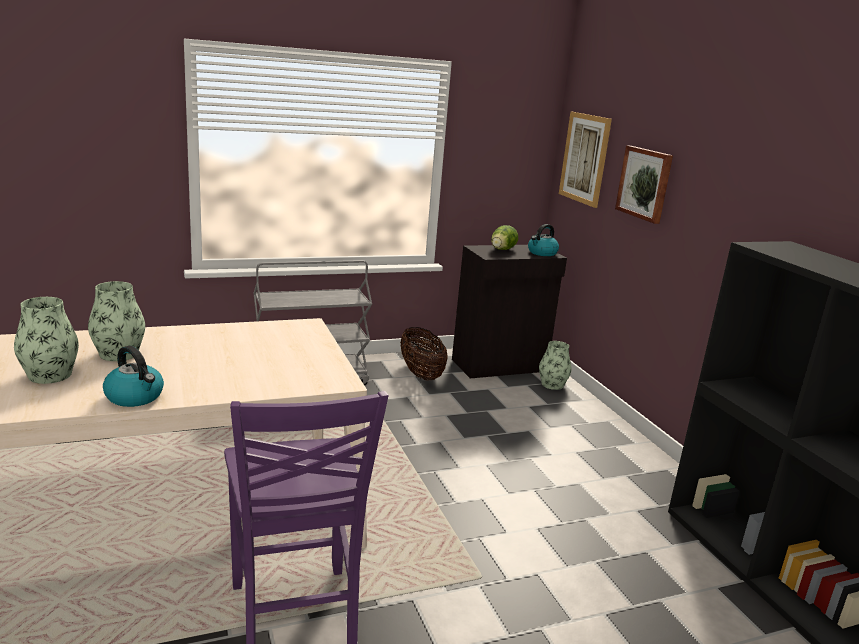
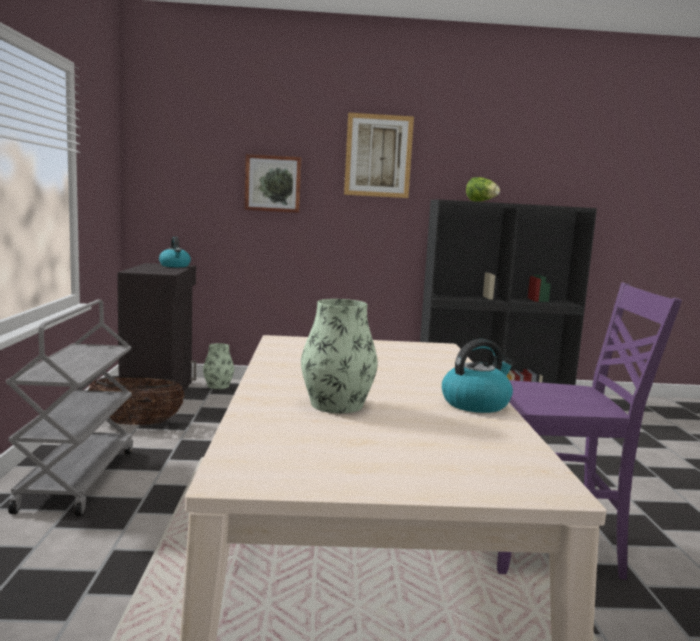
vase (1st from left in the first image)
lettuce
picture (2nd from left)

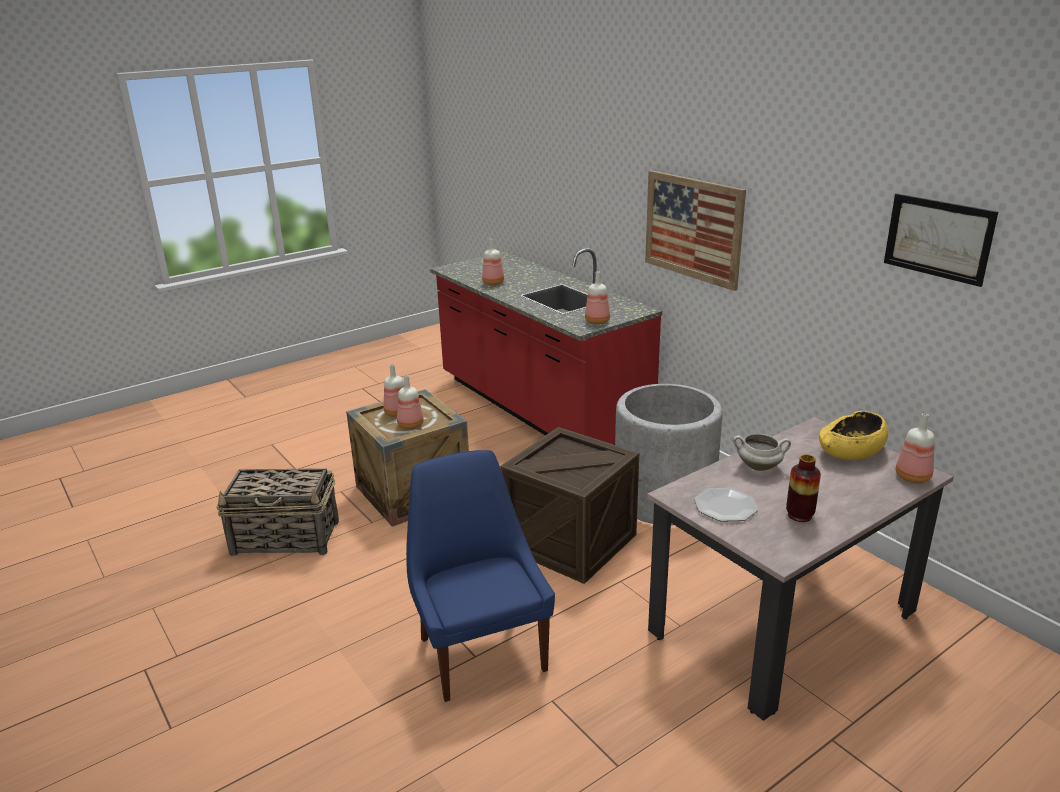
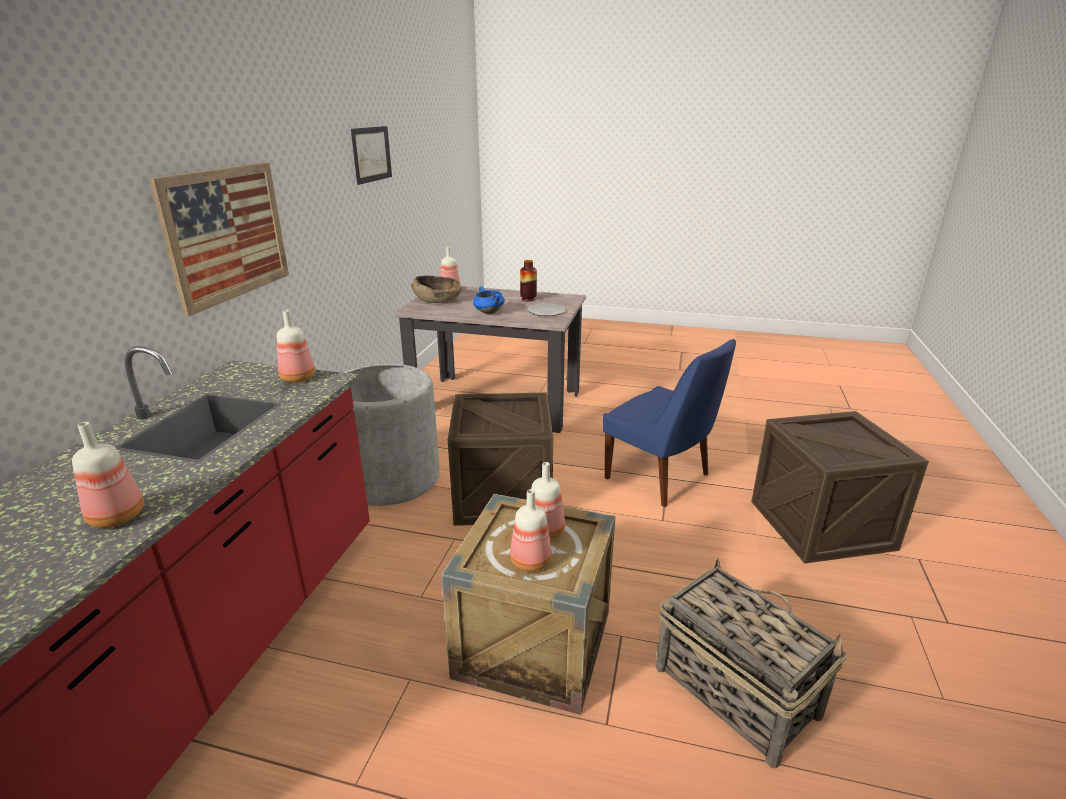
chair in blue
cooking pot in blue
bowl in brown
crate (3rd from left)

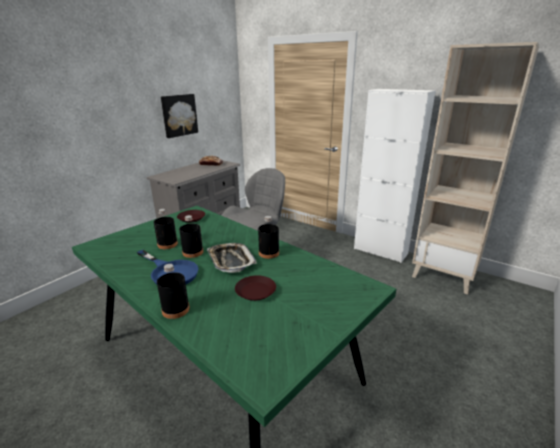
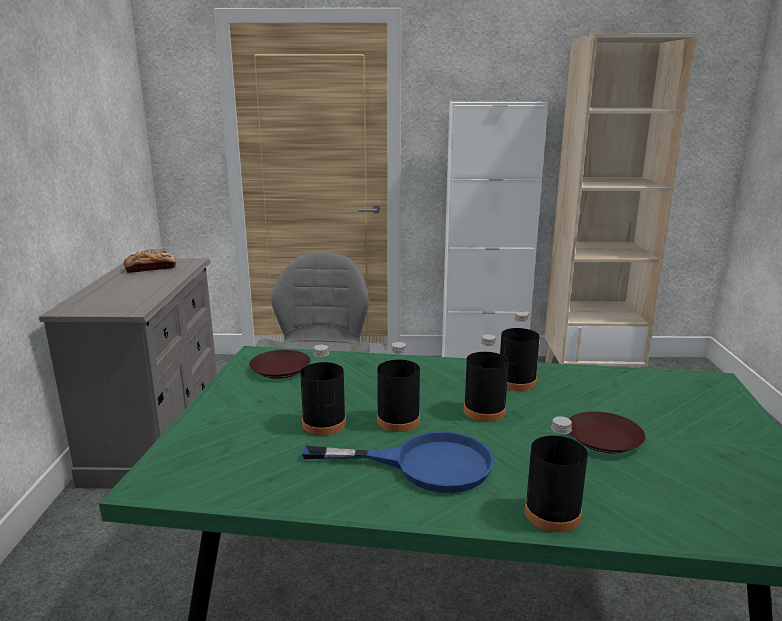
picture
bottle in black (3rd from left)

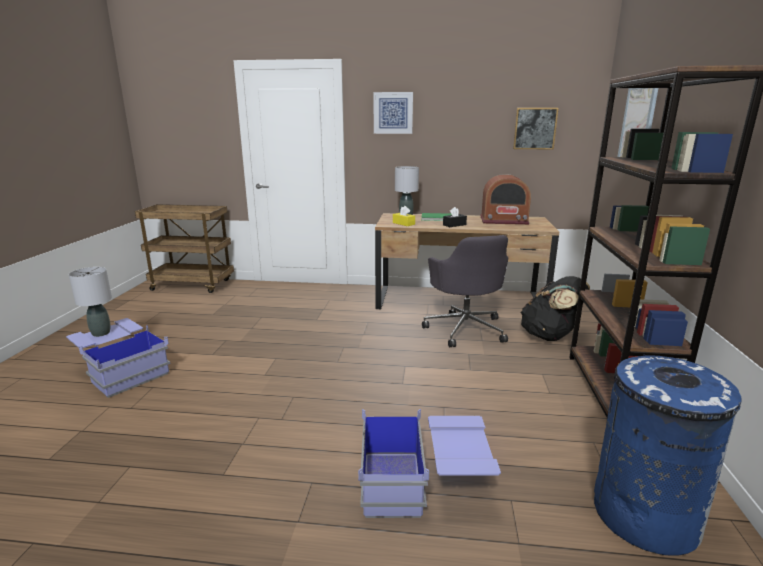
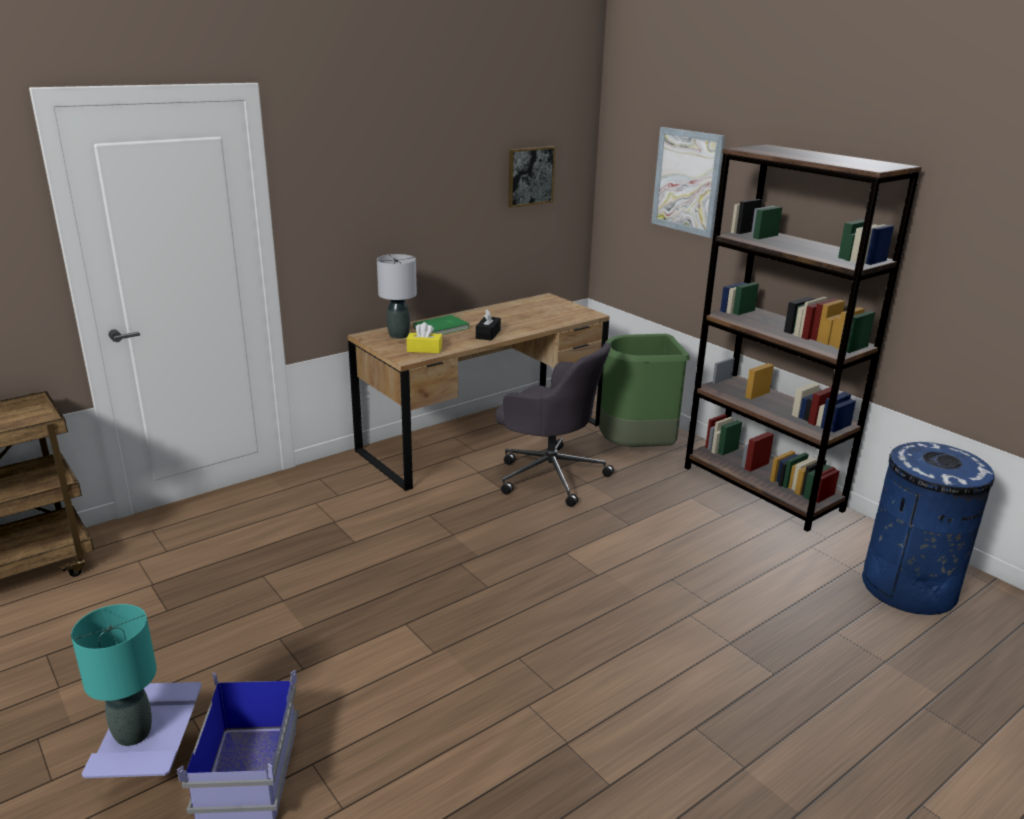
table lamp in turquoise
storage box in blue (2nd from left in the first image)
picture (1st from left in the first image)
radio
trash can in green

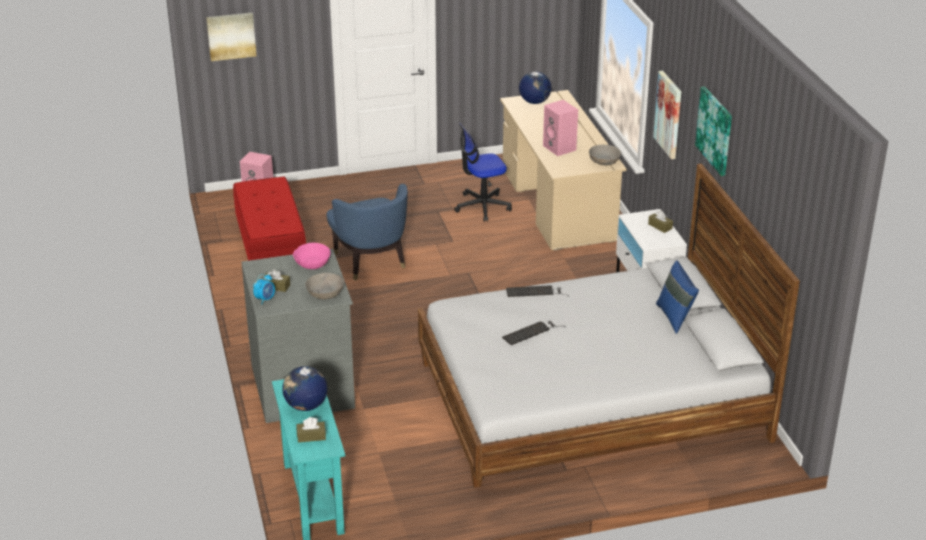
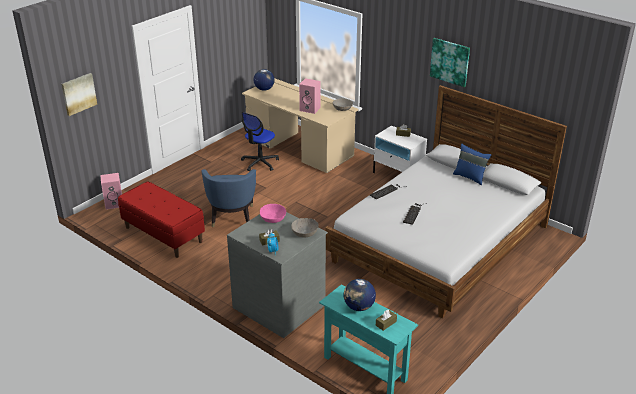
armchair in blue
picture (2nd from left in the first image)

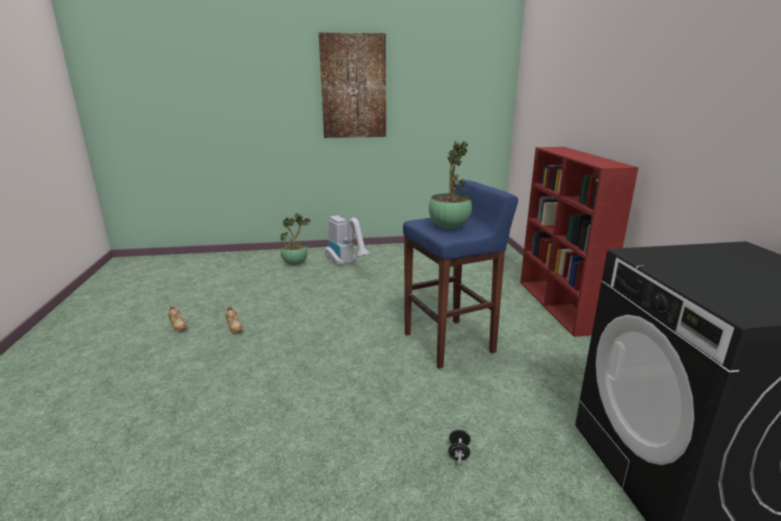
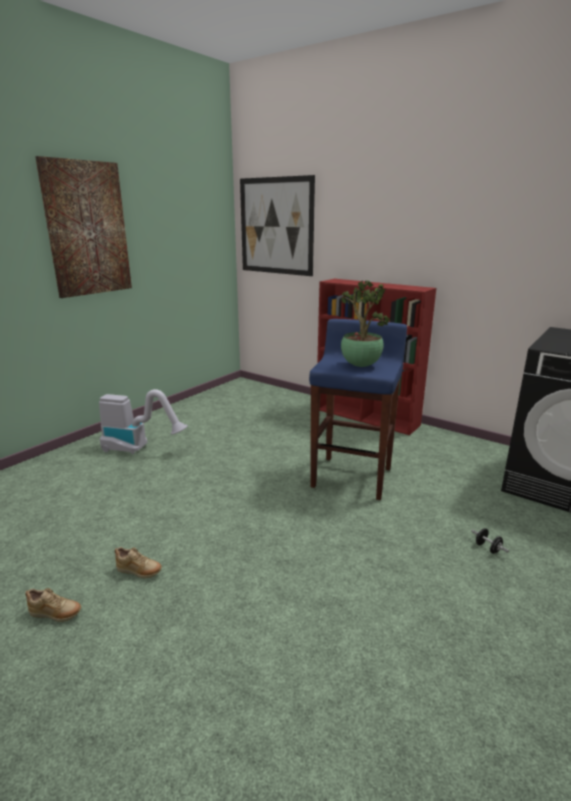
potted plant (1st from left in the first image)
picture (2nd from left)

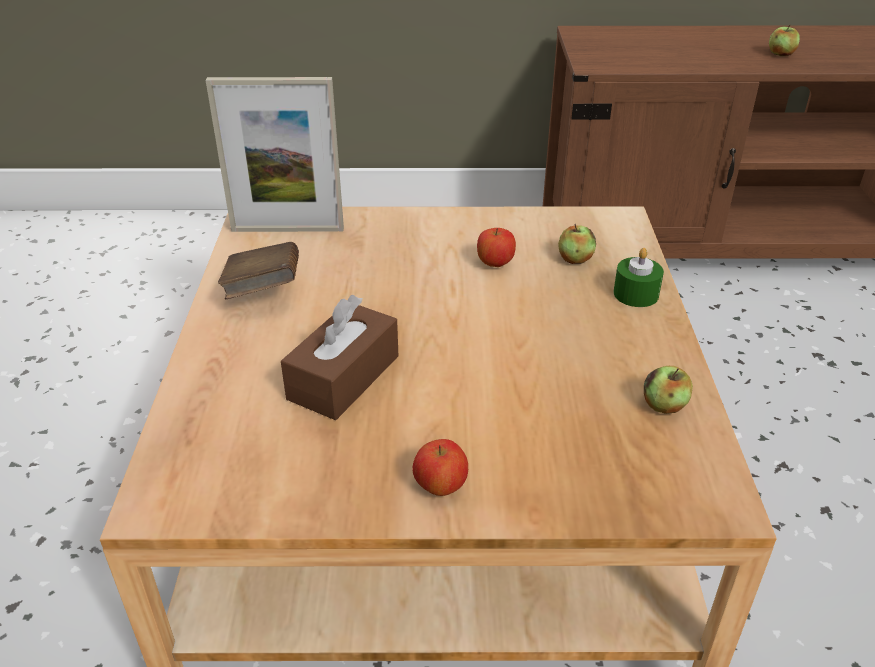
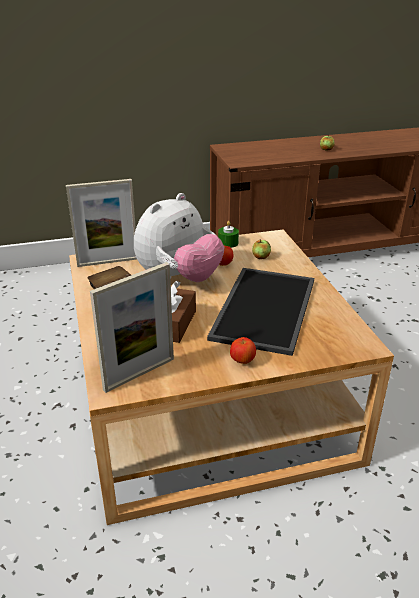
candle in green
apple (4th from left in the first image)
picture frame (2nd from left)
plush toy
tray

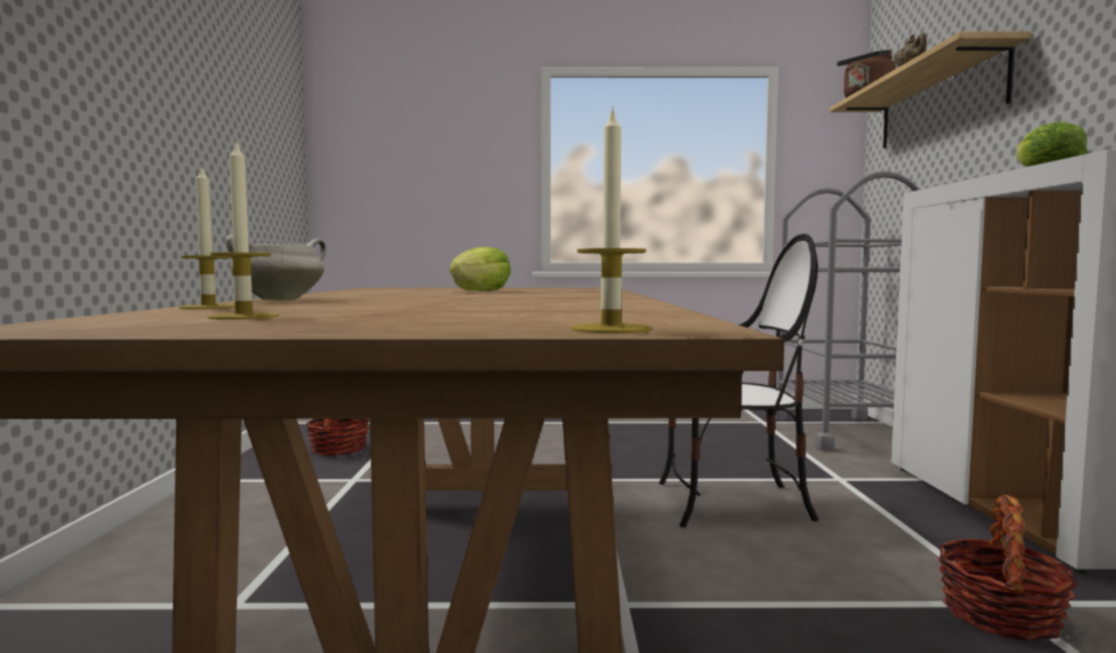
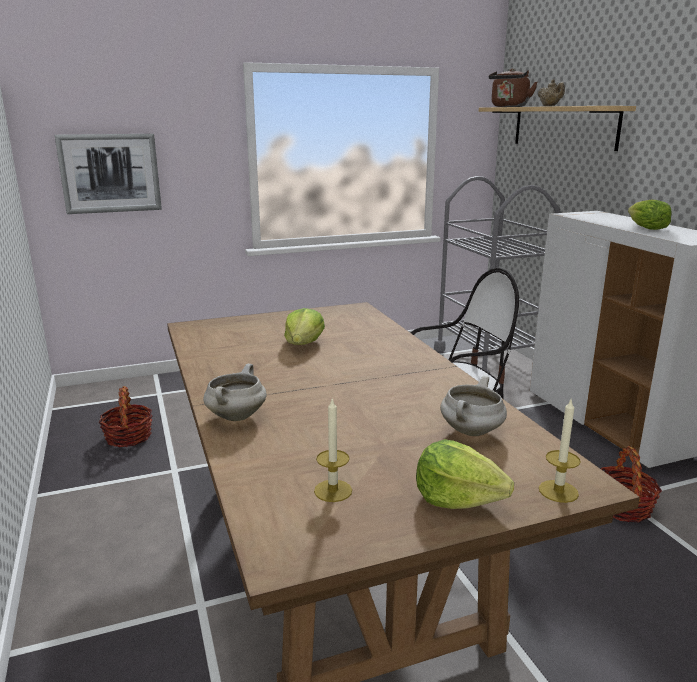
candle (1st from left in the first image)
picture
lettuce (2nd from left)
cooking pot in white (2nd from left)

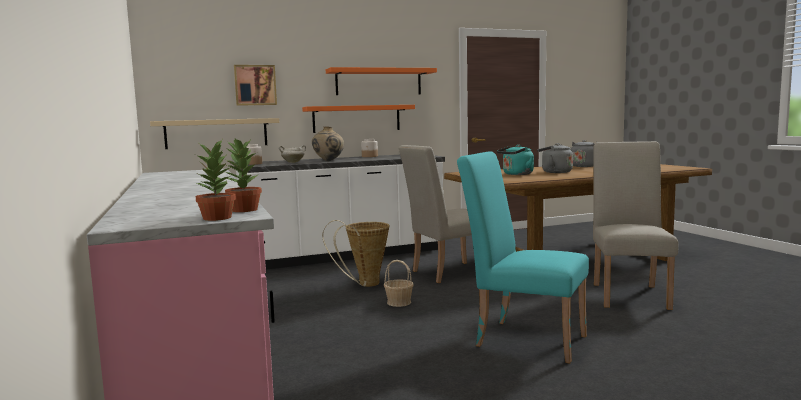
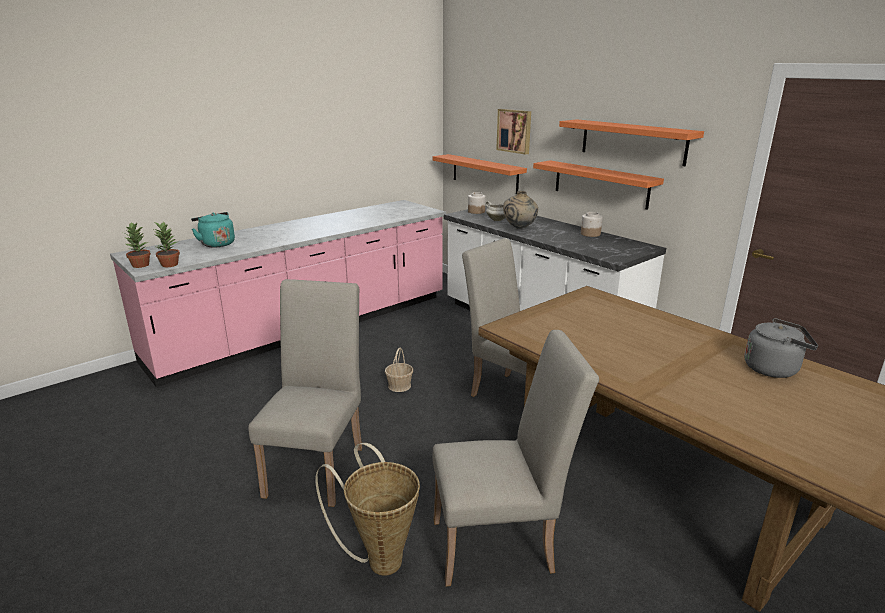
shelf in orange (1st from left)
basket (1st from left)
chair in beige (1st from left)
kettle in turquoise
kettle in grey (1st from left in the first image)

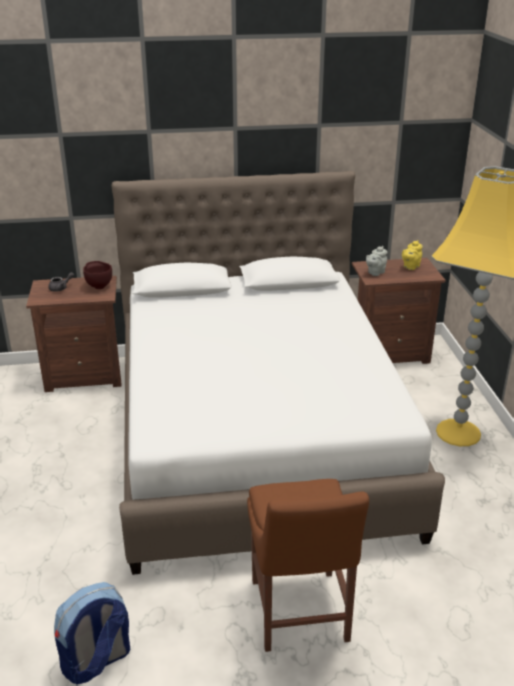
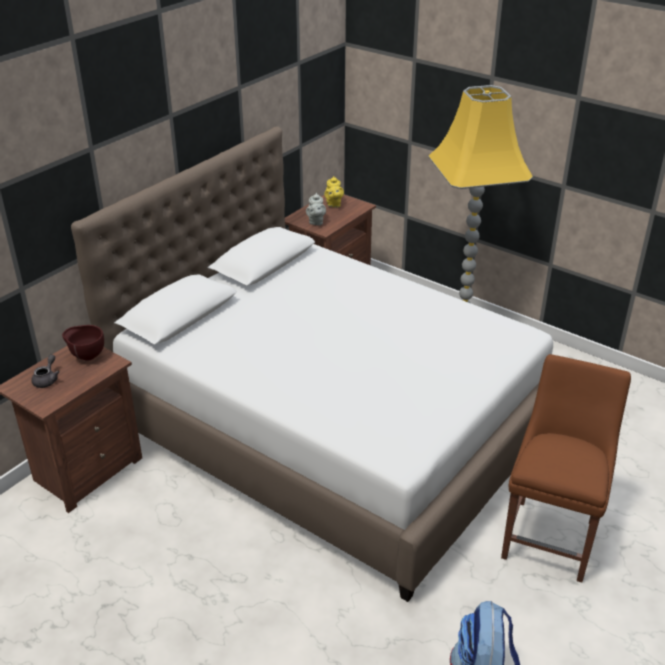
chair in brown

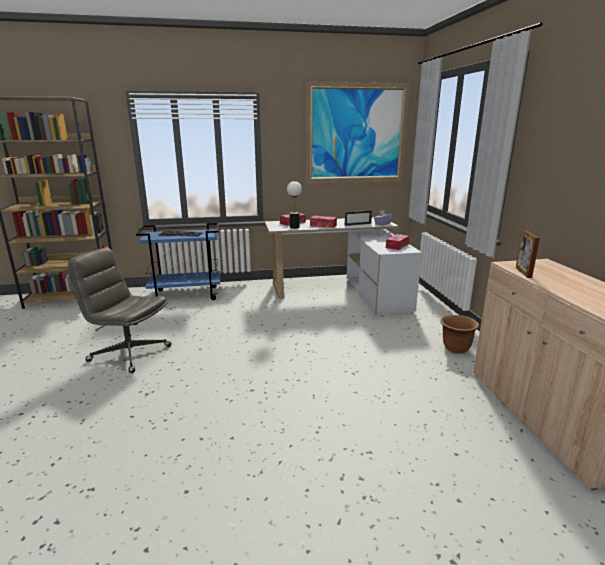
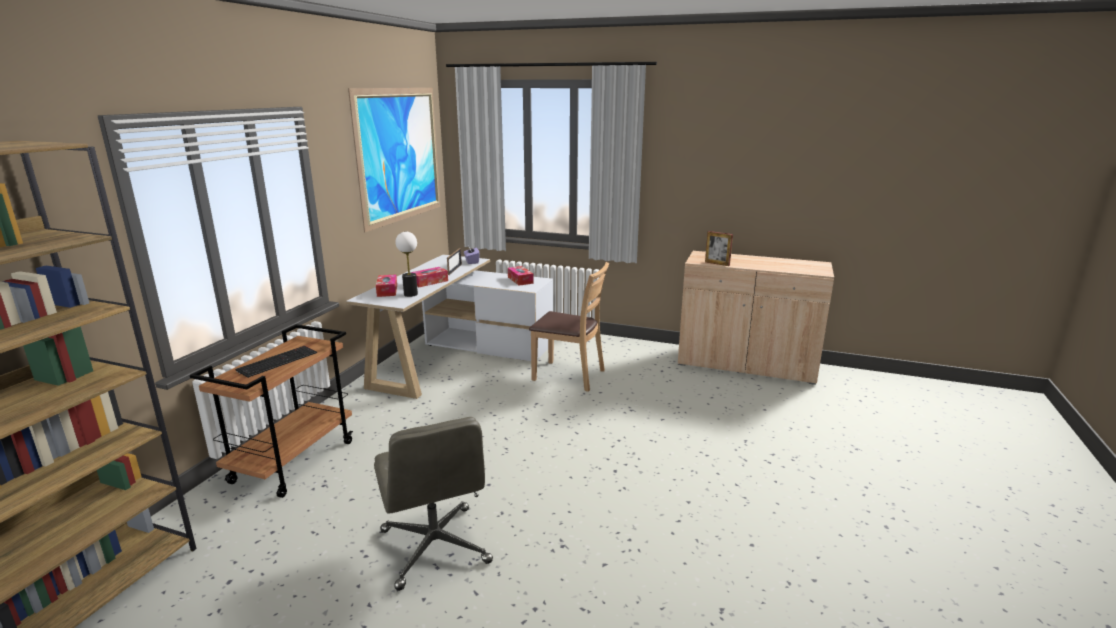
office chair in grey
cart in brown
planter in brown
chair in brown

